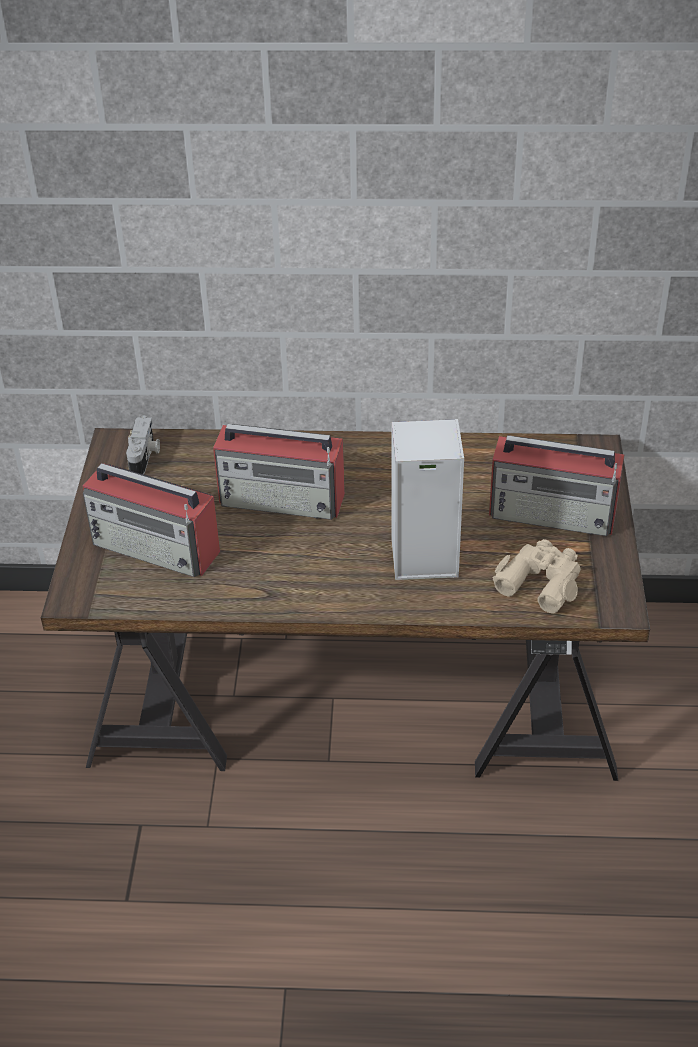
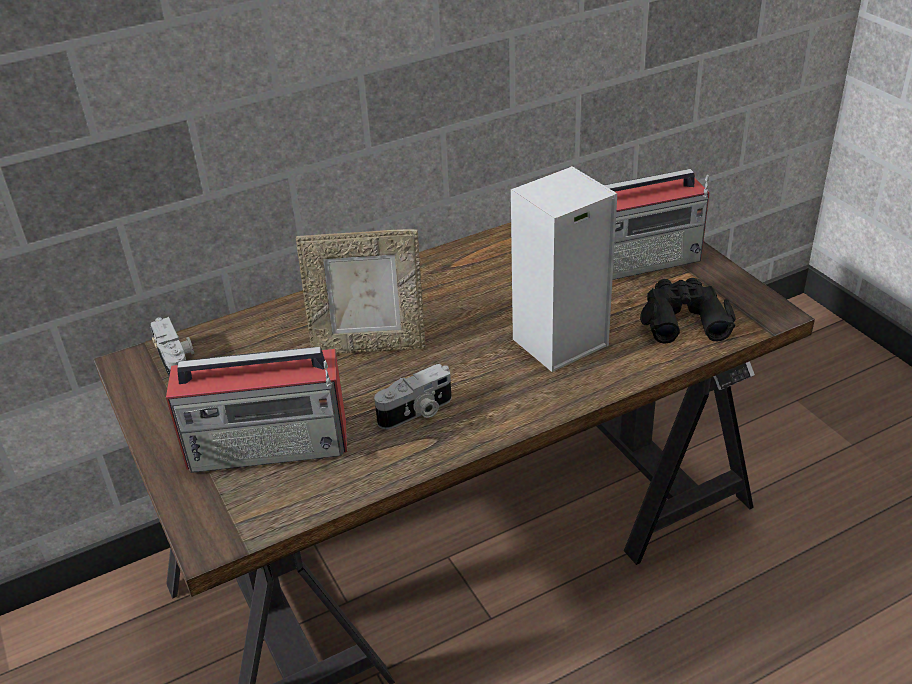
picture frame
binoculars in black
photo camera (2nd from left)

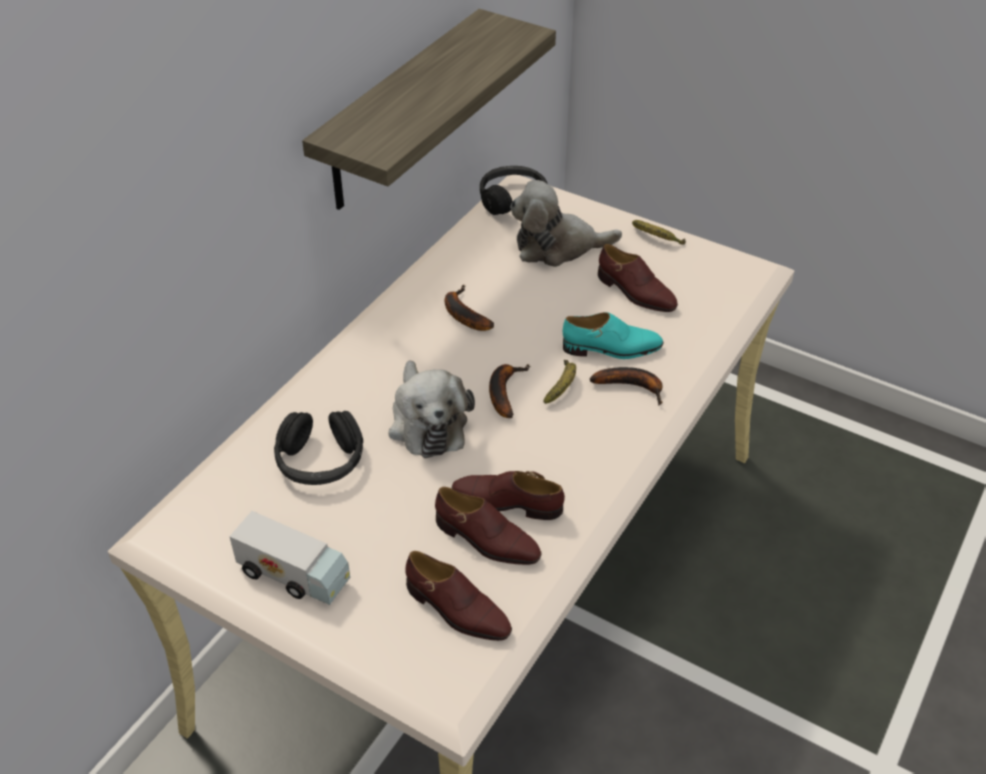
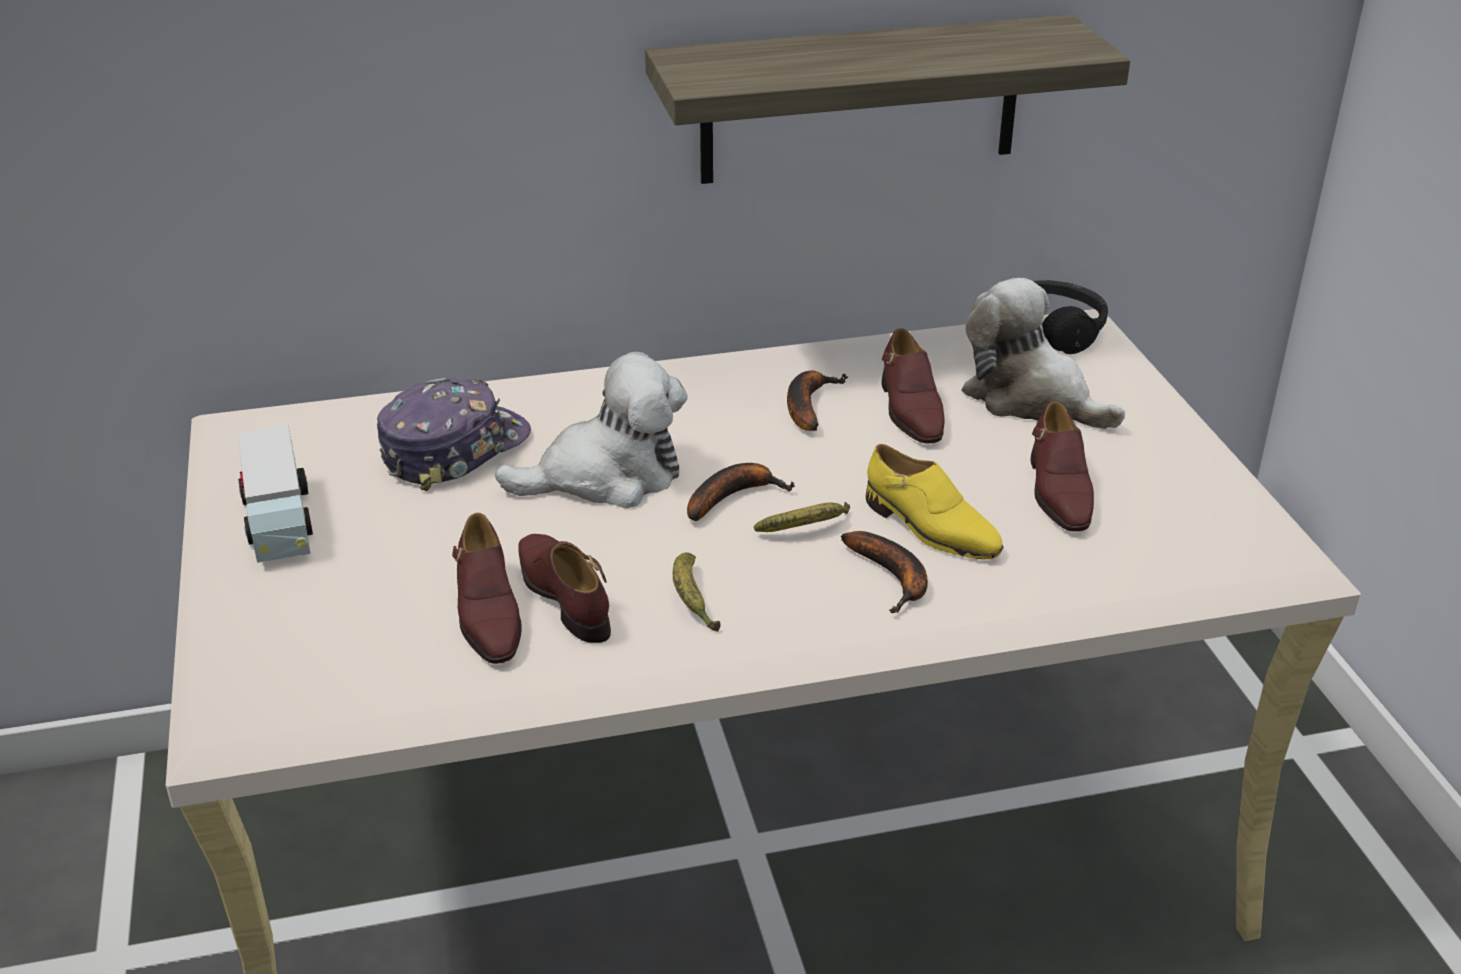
cap
plush toy (1st from left)
shoe in brown (3rd from left)
shoe in yellow
banana (1st from left)

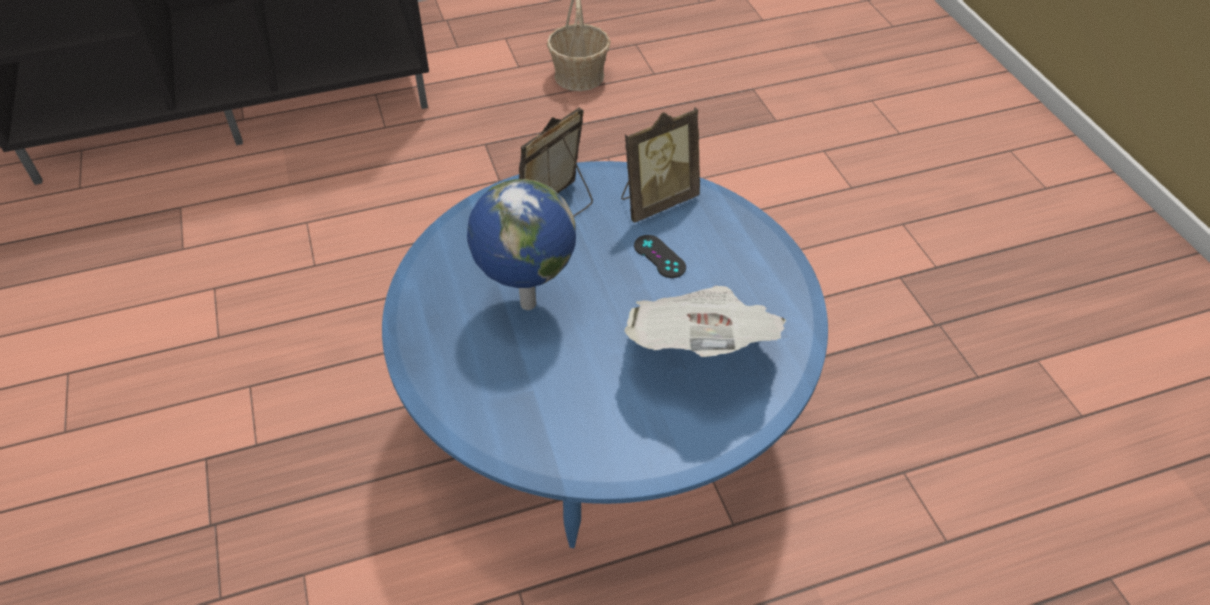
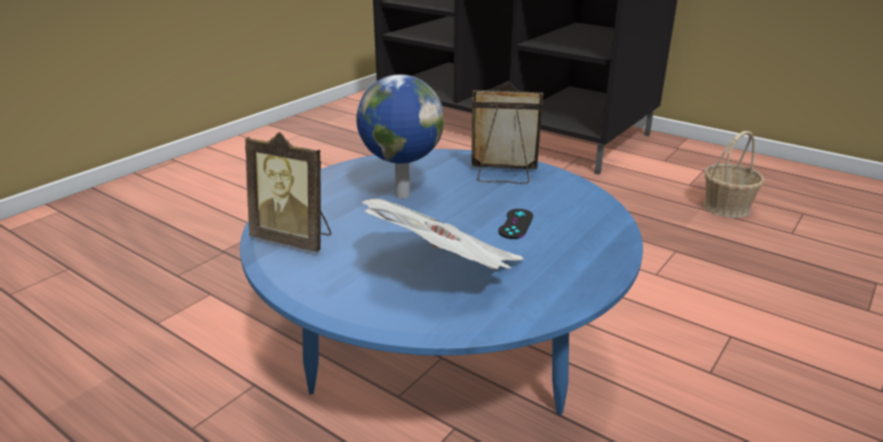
picture frame (1st from left)

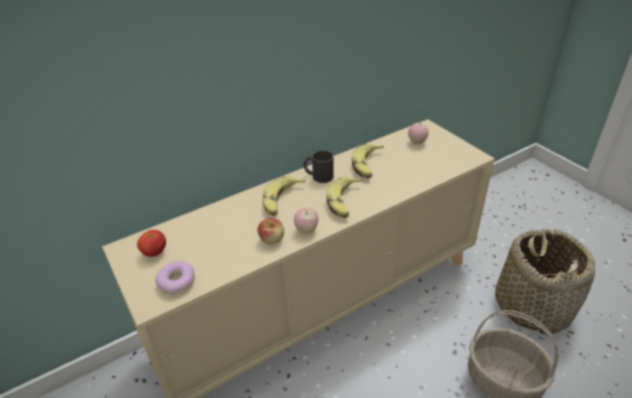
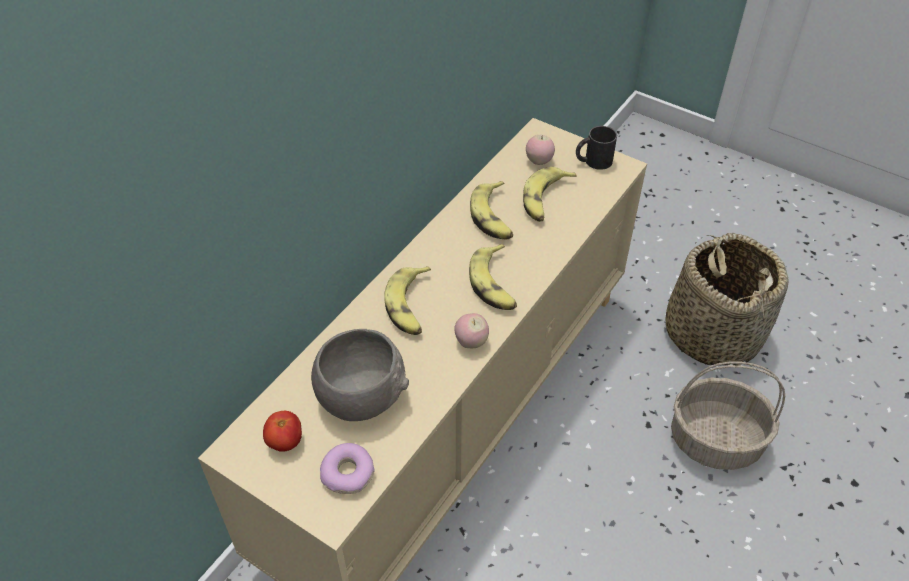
apple (1st from left in the first image)
mug in black
bowl in grey
banana (4th from left)

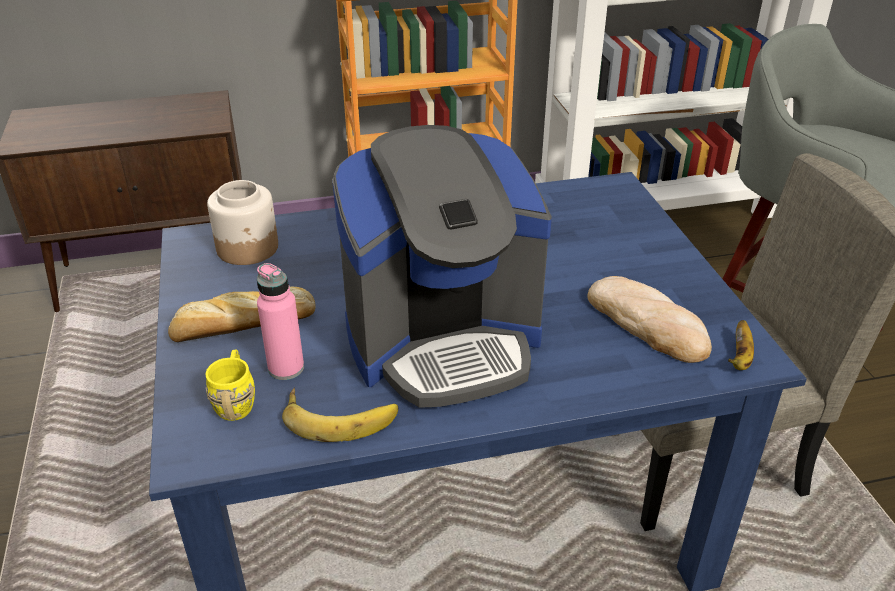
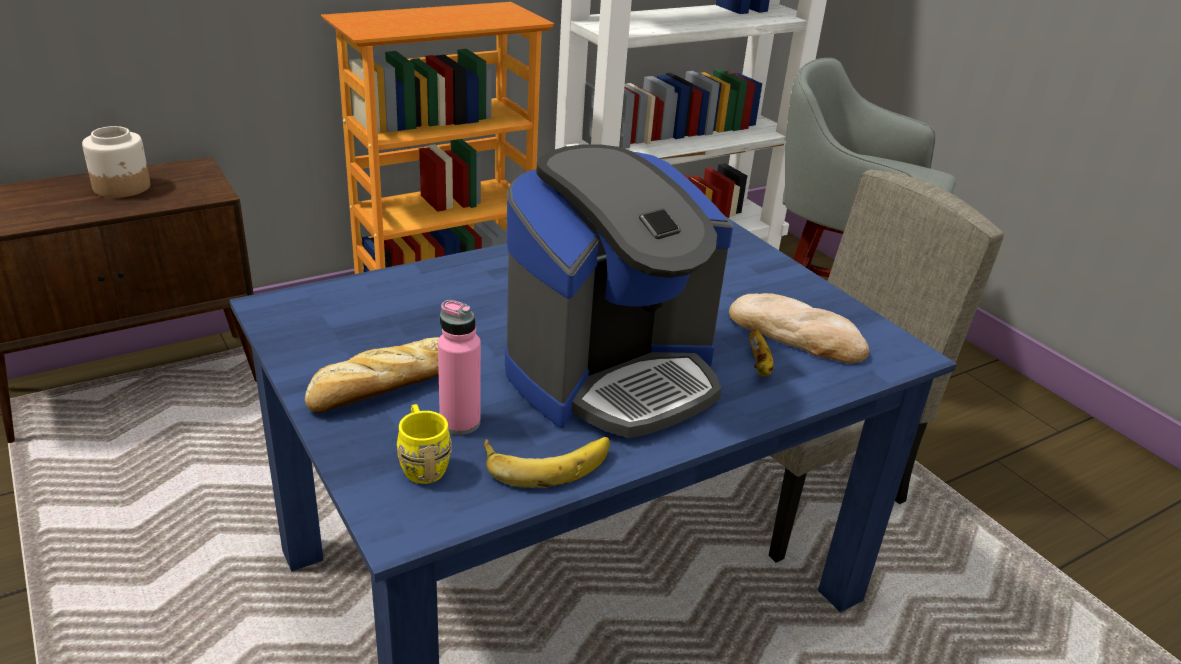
jar
banana (2nd from left)

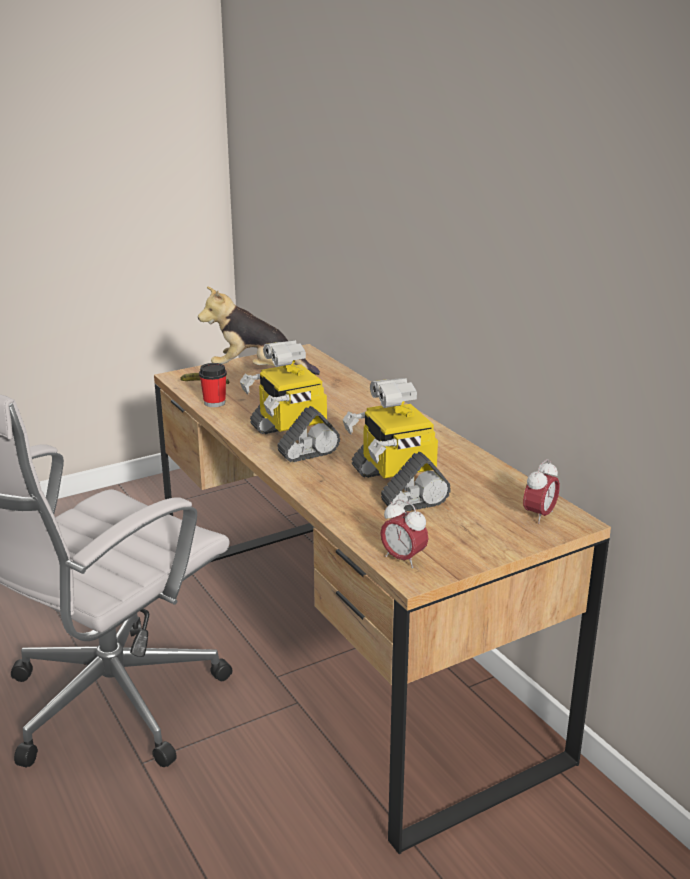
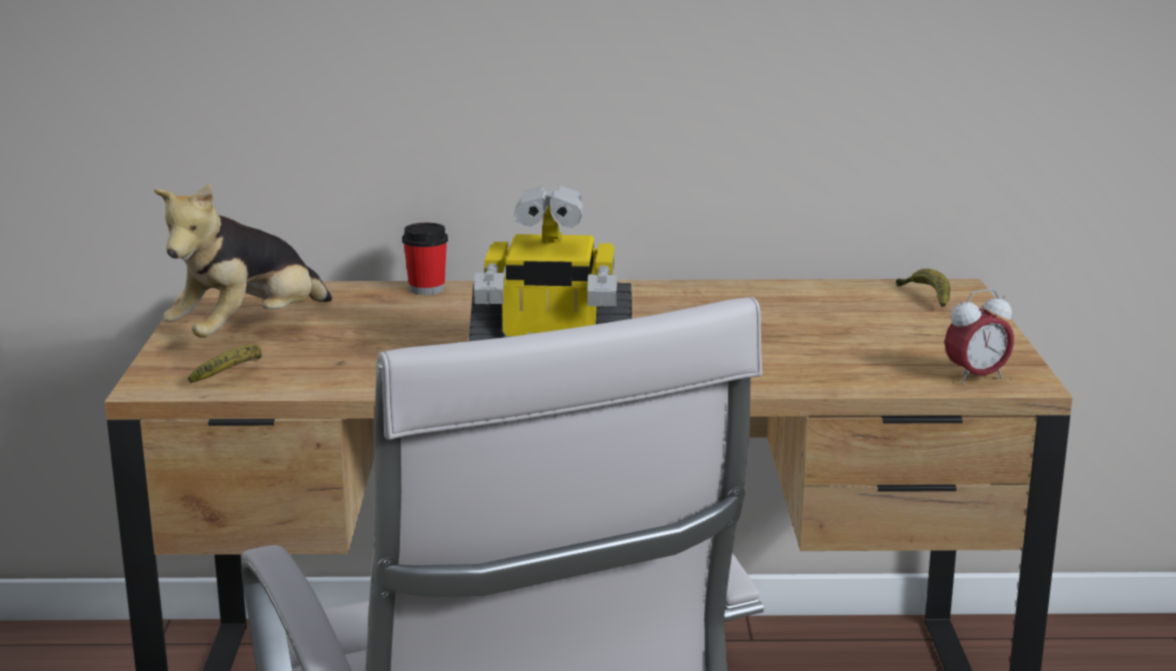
cup
toy robot (2nd from left in the first image)
banana (2nd from left)

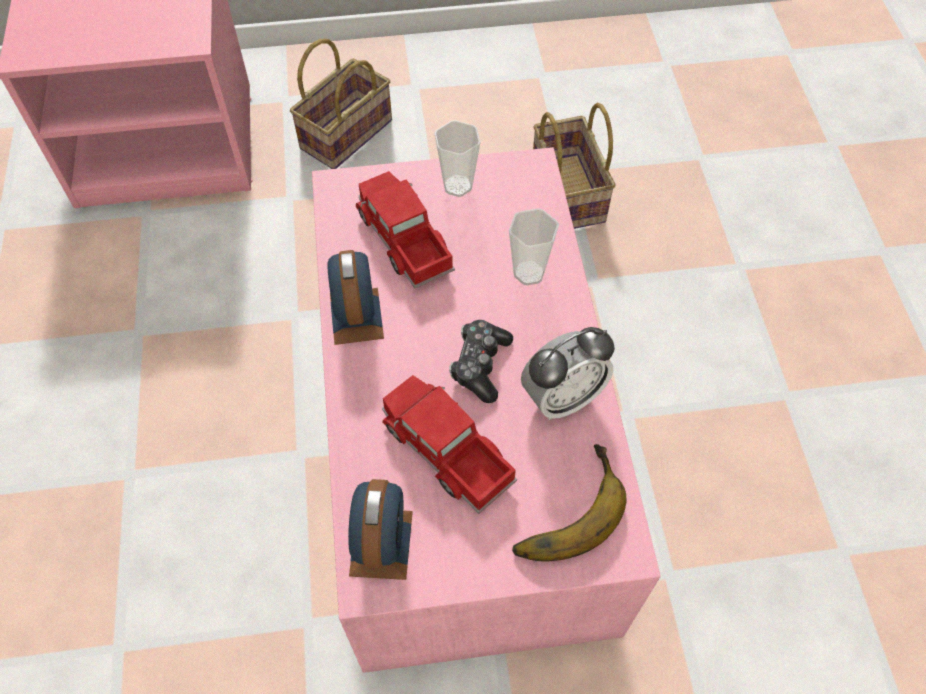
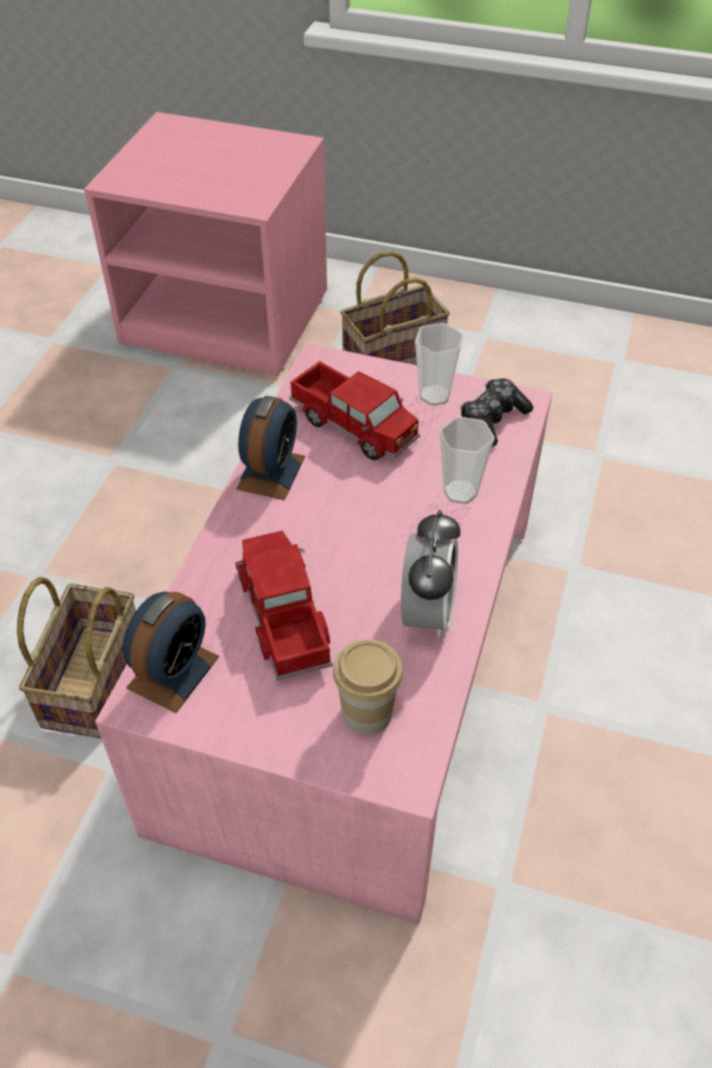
toy truck (2nd from left)
game controller
cup (1st from left)
alarm clock (3rd from left)
basket (1st from left)

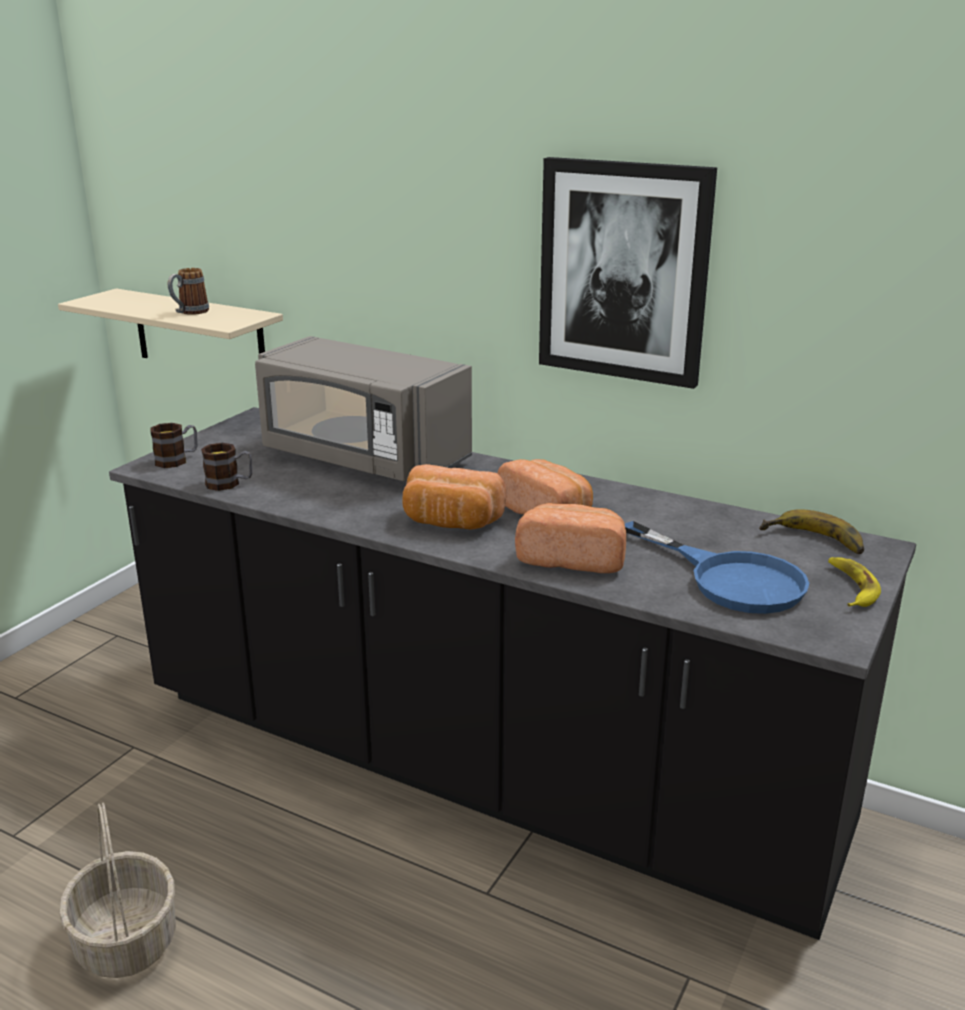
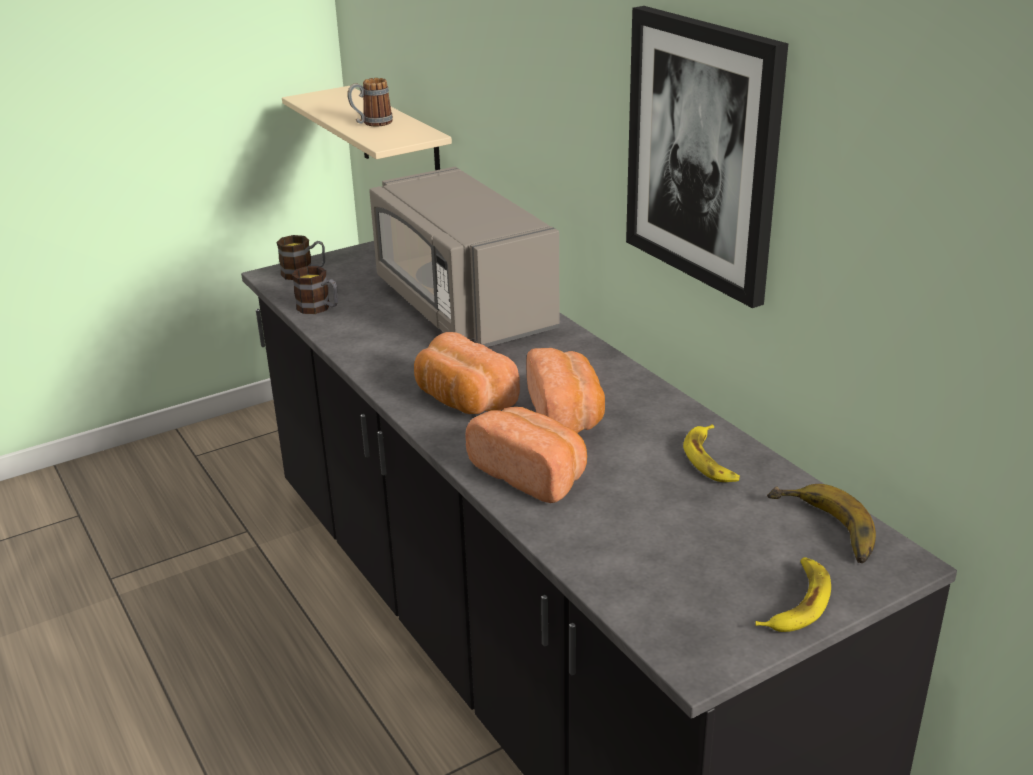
basket
frying pan in blue
banana (1st from left)

